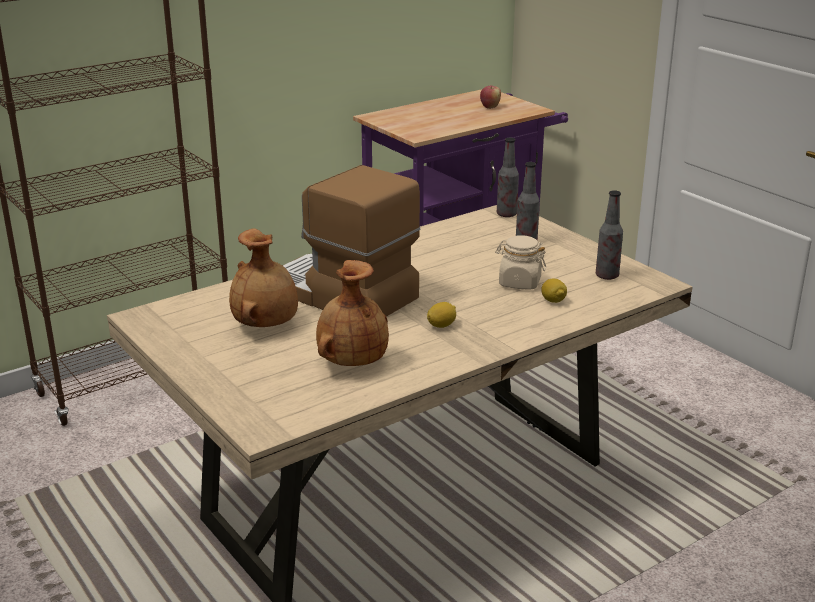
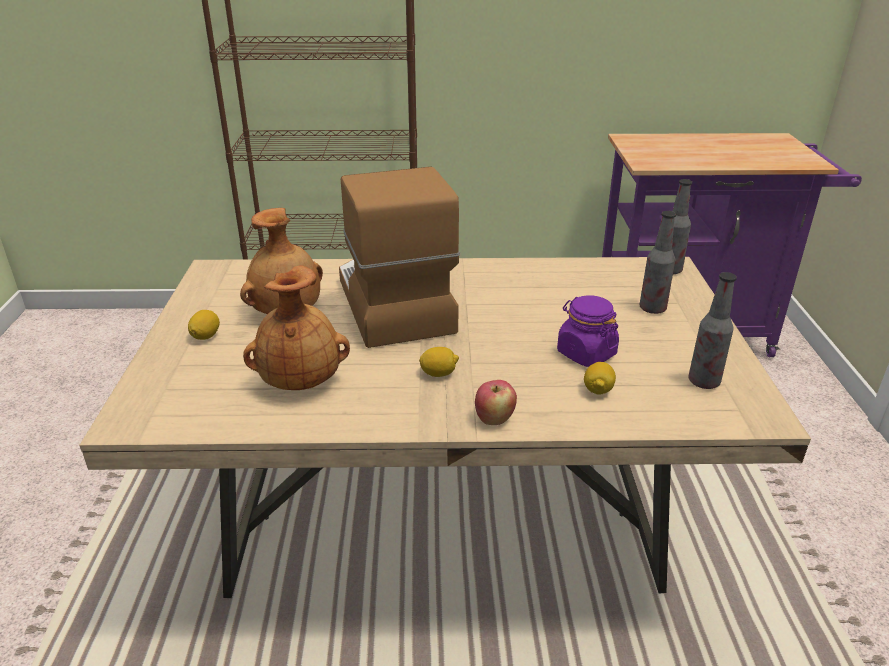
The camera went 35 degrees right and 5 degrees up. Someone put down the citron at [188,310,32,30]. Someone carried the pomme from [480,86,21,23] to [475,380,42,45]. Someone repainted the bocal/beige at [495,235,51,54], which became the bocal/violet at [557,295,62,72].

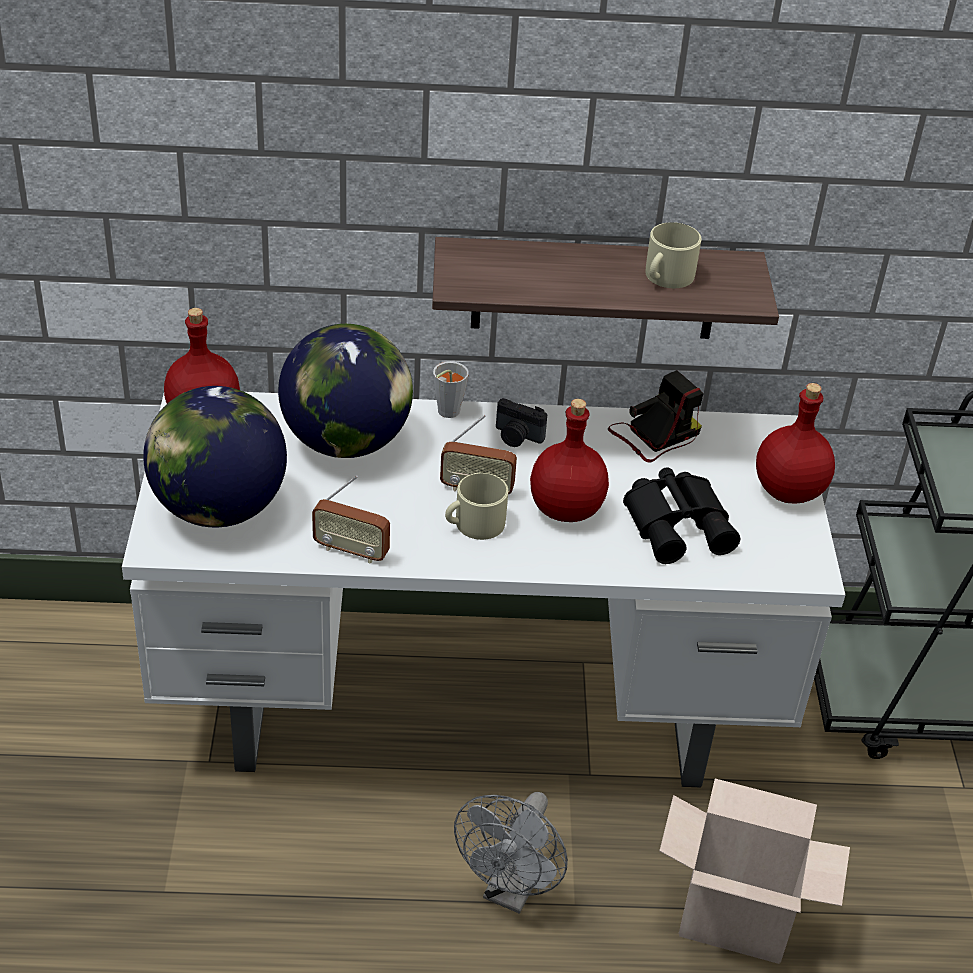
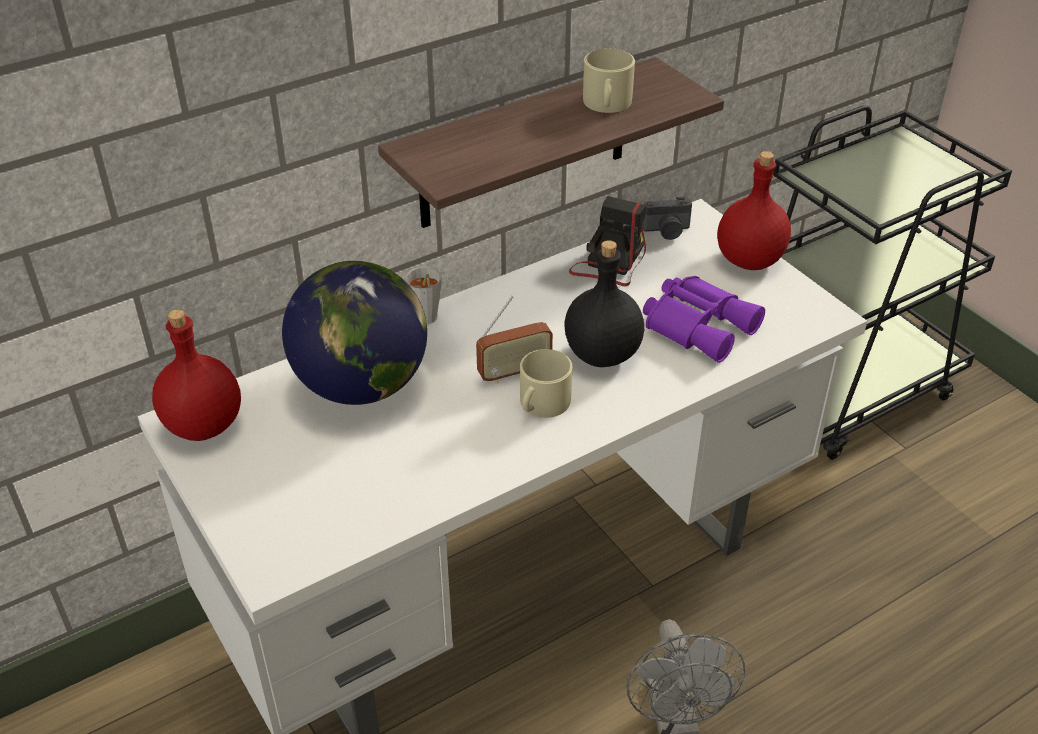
The camera went 30 degrees left and 0 degrees up. Someone repainted the bouteille/rouge at [530,399,79,123], which became the bouteille/noir at [564,240,80,127]. Someone carried the appareil photo from [496,398,51,49] to [642,197,50,43]. Someone repainted the jumelles/noir at [623,467,117,97], which became the jumelles/violet at [643,276,122,87]. Someone took away the globe at [143,386,144,142]. Someone took away the radio at [312,475,78,89]. Someone took away the carton at [659,779,191,185].

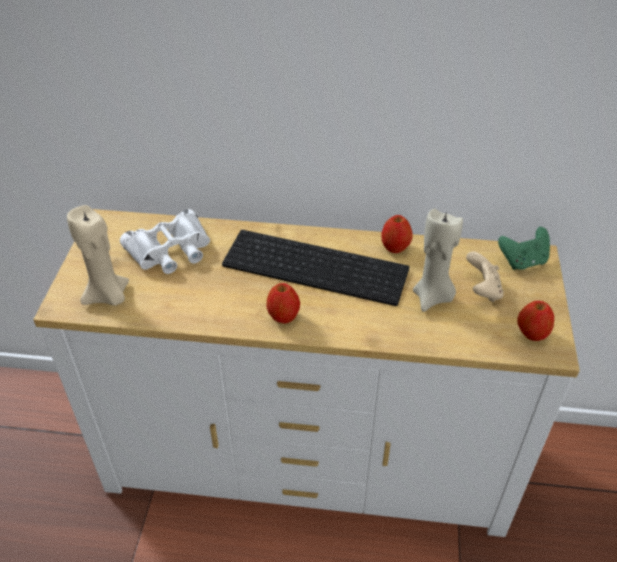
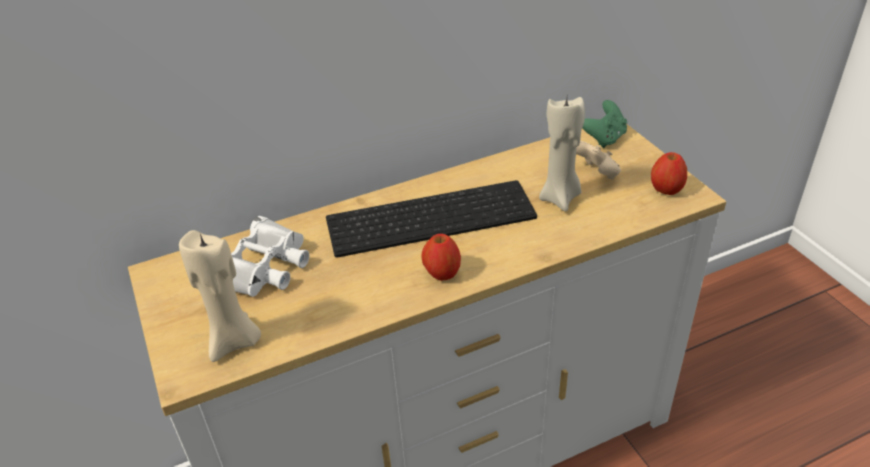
The camera went 30 degrees left and 5 degrees down. Someone took away the pomme at [382,215,30,38].

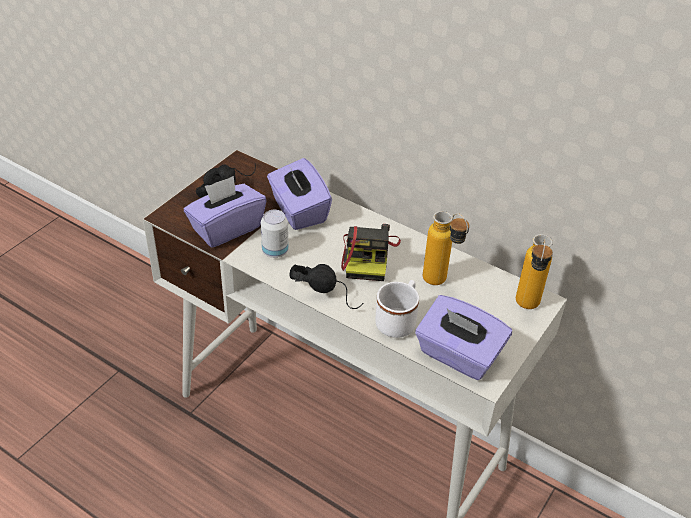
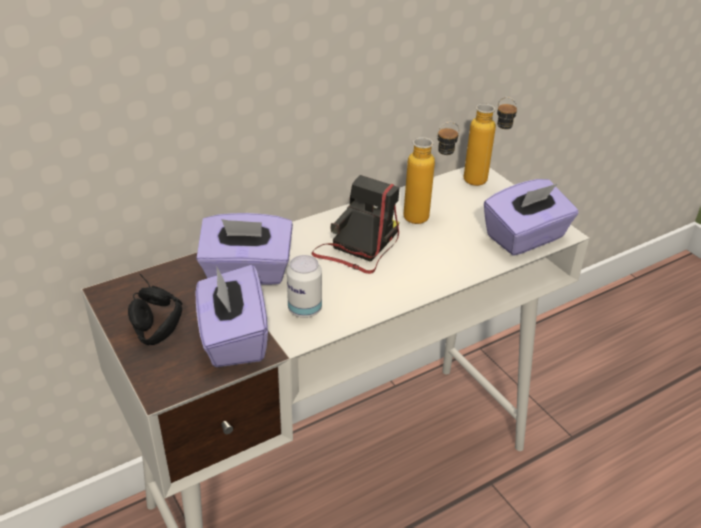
The camera went 65 degrees left and 5 degrees down. Someone rotated the appareil photo at [341,224,60,57] by 90 degrees counterclockwise. Someone took away the casque audio/noir at [290,264,73,45]. Someone took away the mug/blanc at [376,280,43,58].

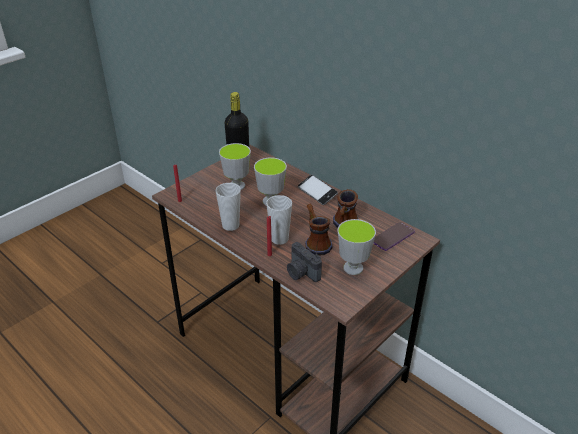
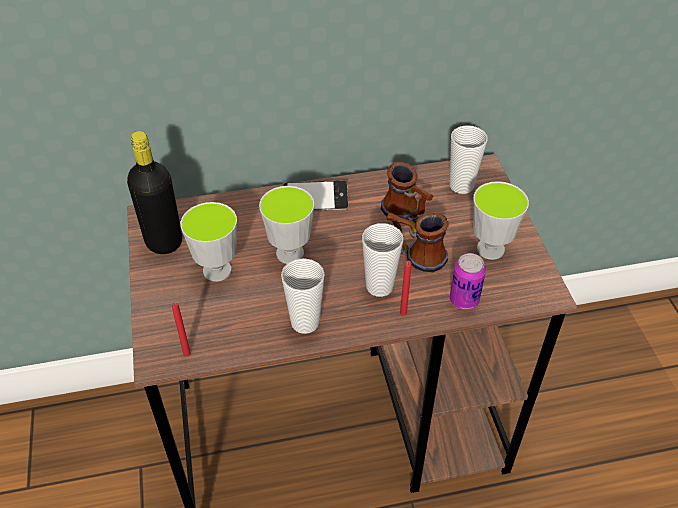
The camera went 55 degrees left and 10 degrees up. Someone swapped the téléphone at [373,222,42,29] for the tasse at [450,125,38,69]. Someone swapped the appareil photo at [287,242,35,40] for the boîte métallique at [450,253,36,57].

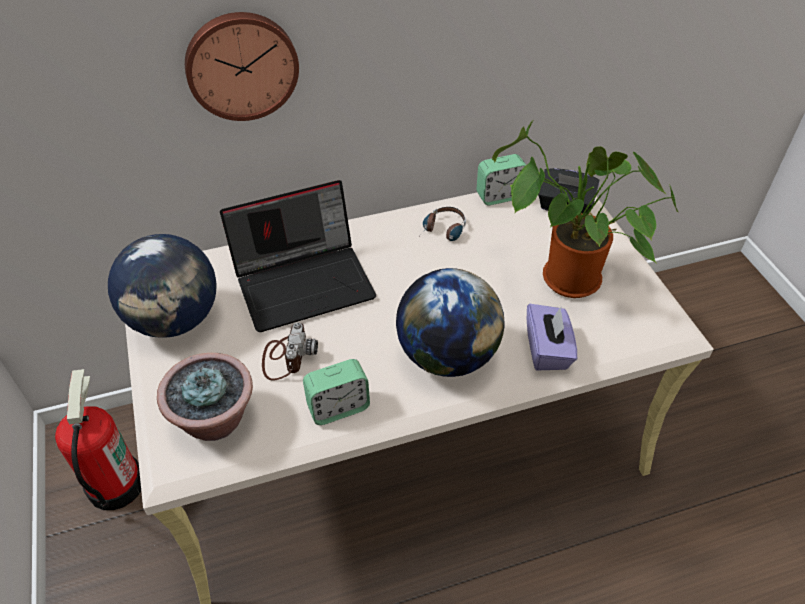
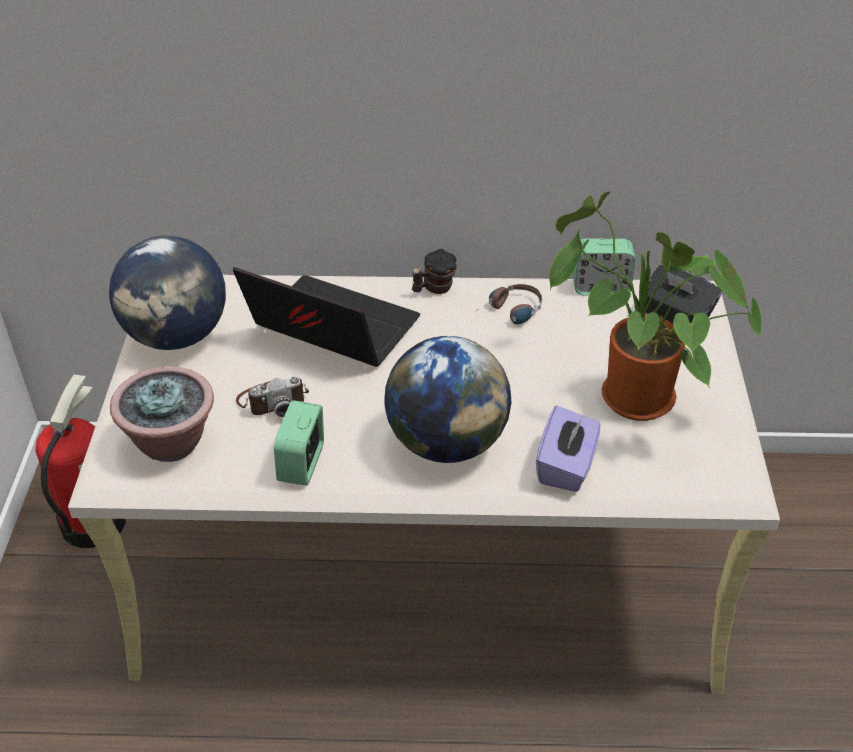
The camera went 20 degrees right and 5 degrees down. Someone rotated the ordinateur portable at [220,180,156,152] by 150 degrees counterclockwise. Someone rotated the appareil photo at [262,322,56,58] by 45 degrees clockwise. Someone rotated the réveil at [303,359,67,66] by 105 degrees clockwise. Someone put down the mug at [412,249,45,45]. Someone took away the horloge murale at [185,12,114,109].

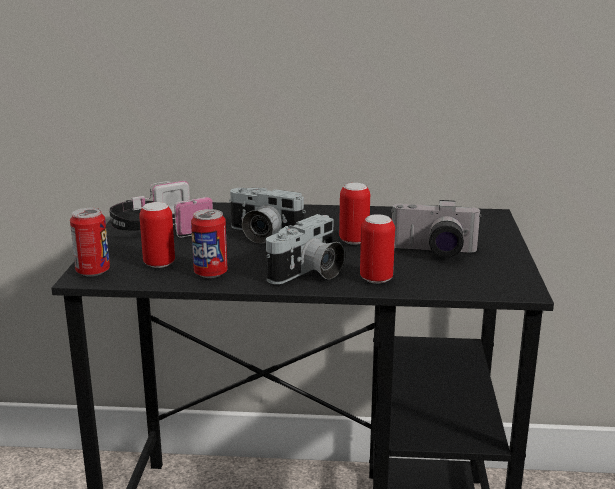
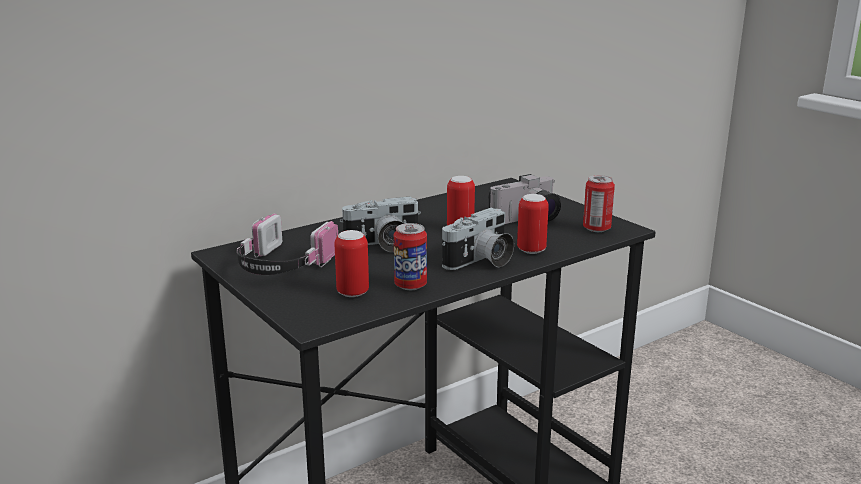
The camera went 40 degrees left and 0 degrees up. Someone rotated the appareil photo at [266,214,79,70] by 45 degrees clockwise. Someone carried the boîte métallique from [70,208,40,68] to [583,175,32,57].

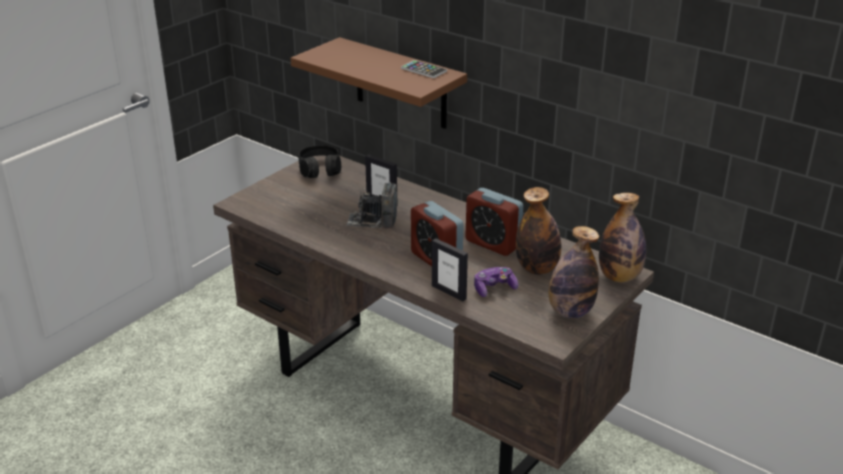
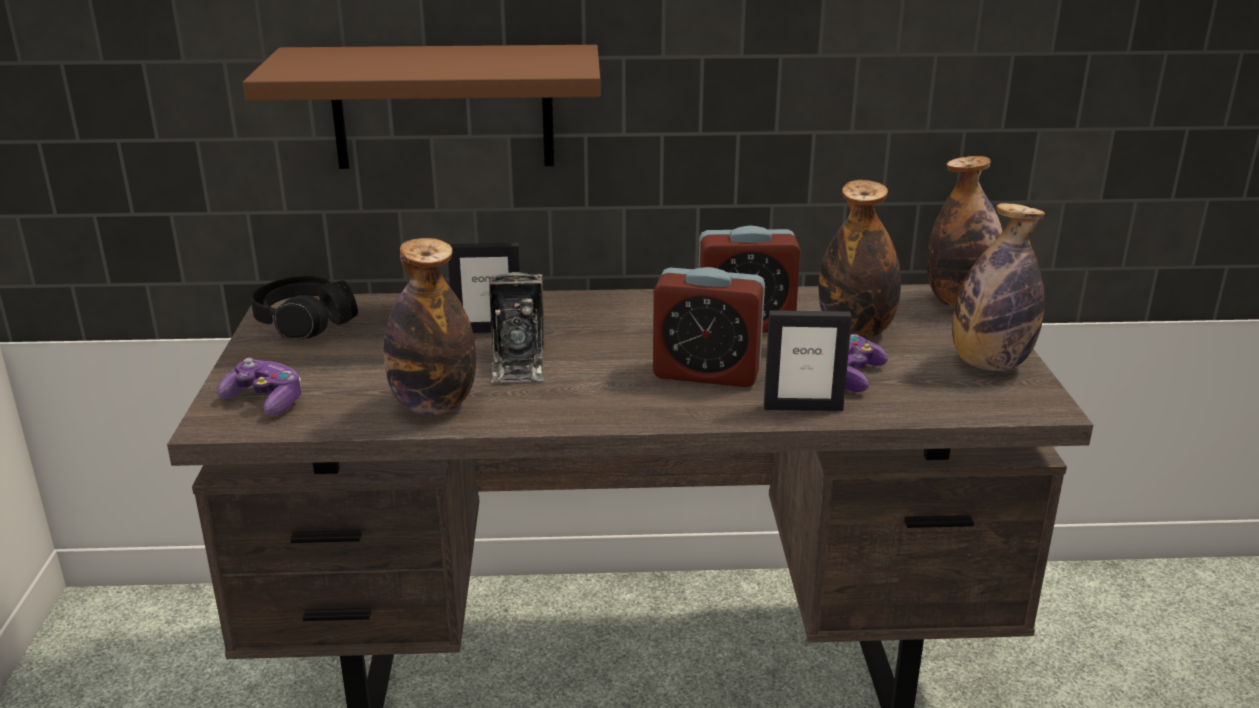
The camera went 40 degrees left and 5 degrees down. Someone put down the manette at [217,358,84,58]. Someone put down the bouteille at [383,238,93,177]. Someone rotated the appareil photo at [347,182,50,47] by 60 degrees counterclockwise. Someone took away the téléphone at [401,60,46,18].

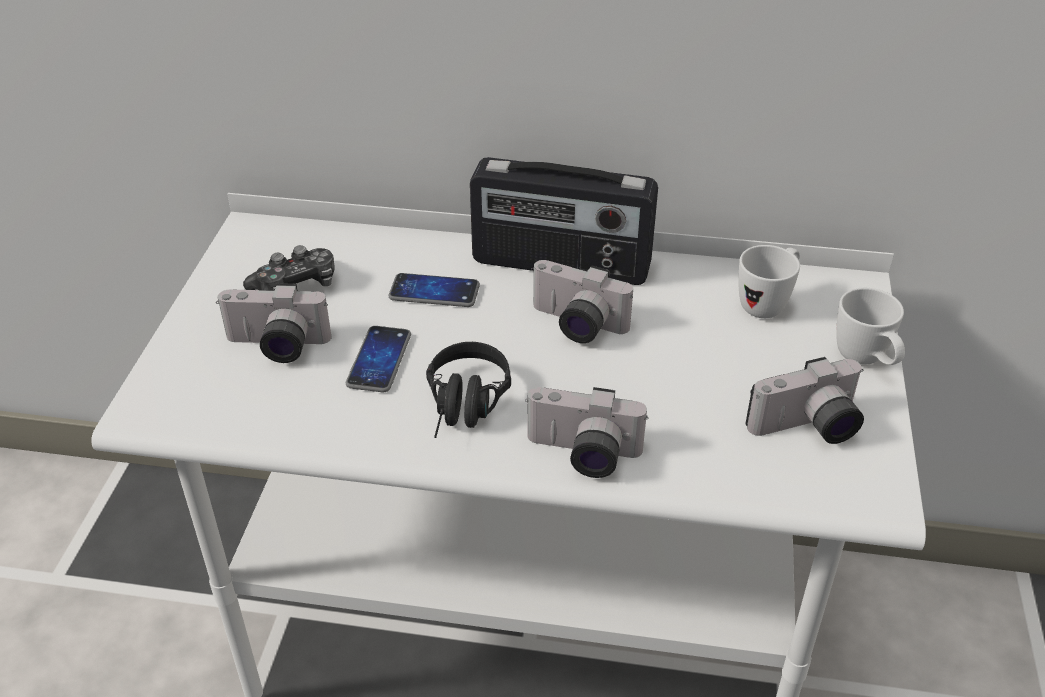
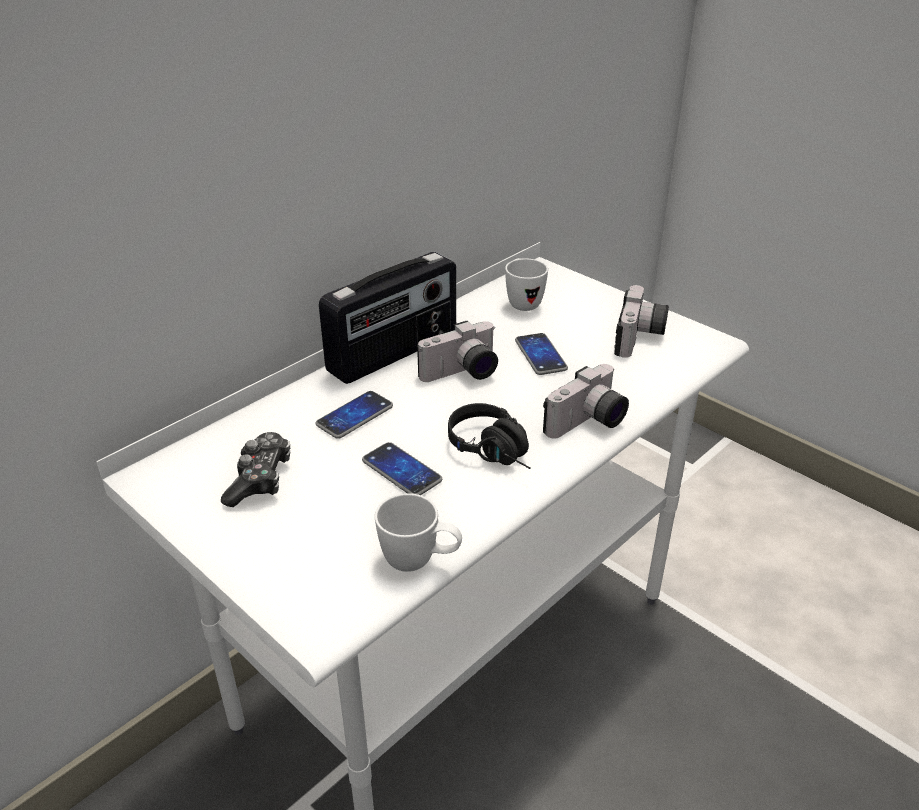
The camera went 55 degrees left and 5 degrees down. Someone carried the mug/blanc from [836,288,69,77] to [375,493,87,79]. Someone put down the téléphone at [515,333,53,42]. Someone took away the appareil photo at [216,283,115,80].

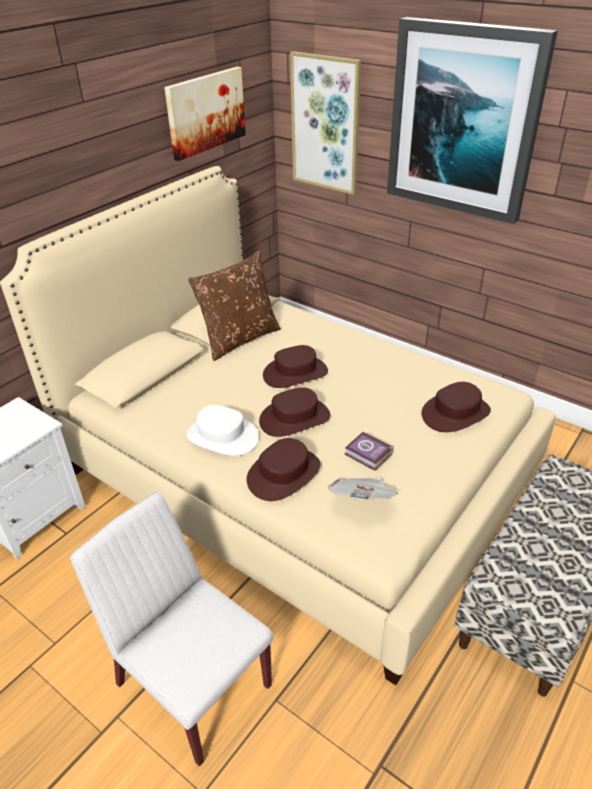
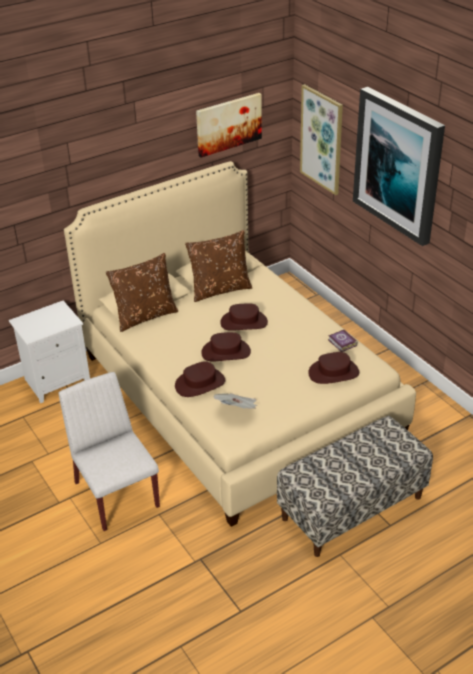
The camera went 20 degrees right and 0 degrees up. Someone put down the coussin/marron at [106,253,72,79]. Someone carried the livre from [344,431,49,40] to [328,329,29,23]. Someone took away the chapeau/blanc at [186,405,73,51].

